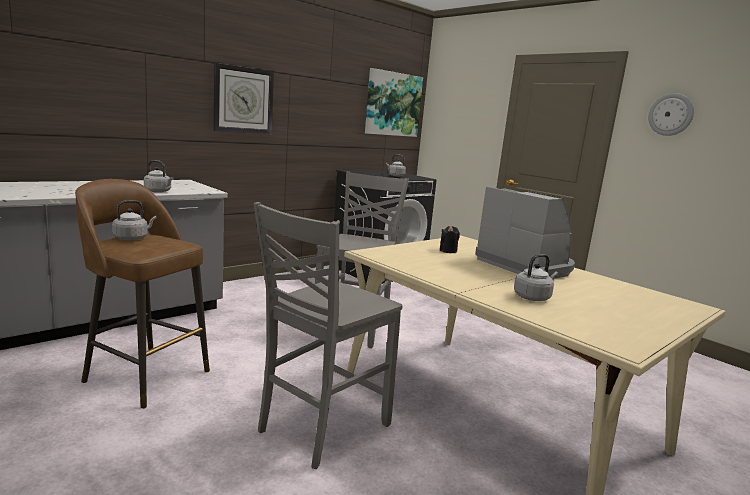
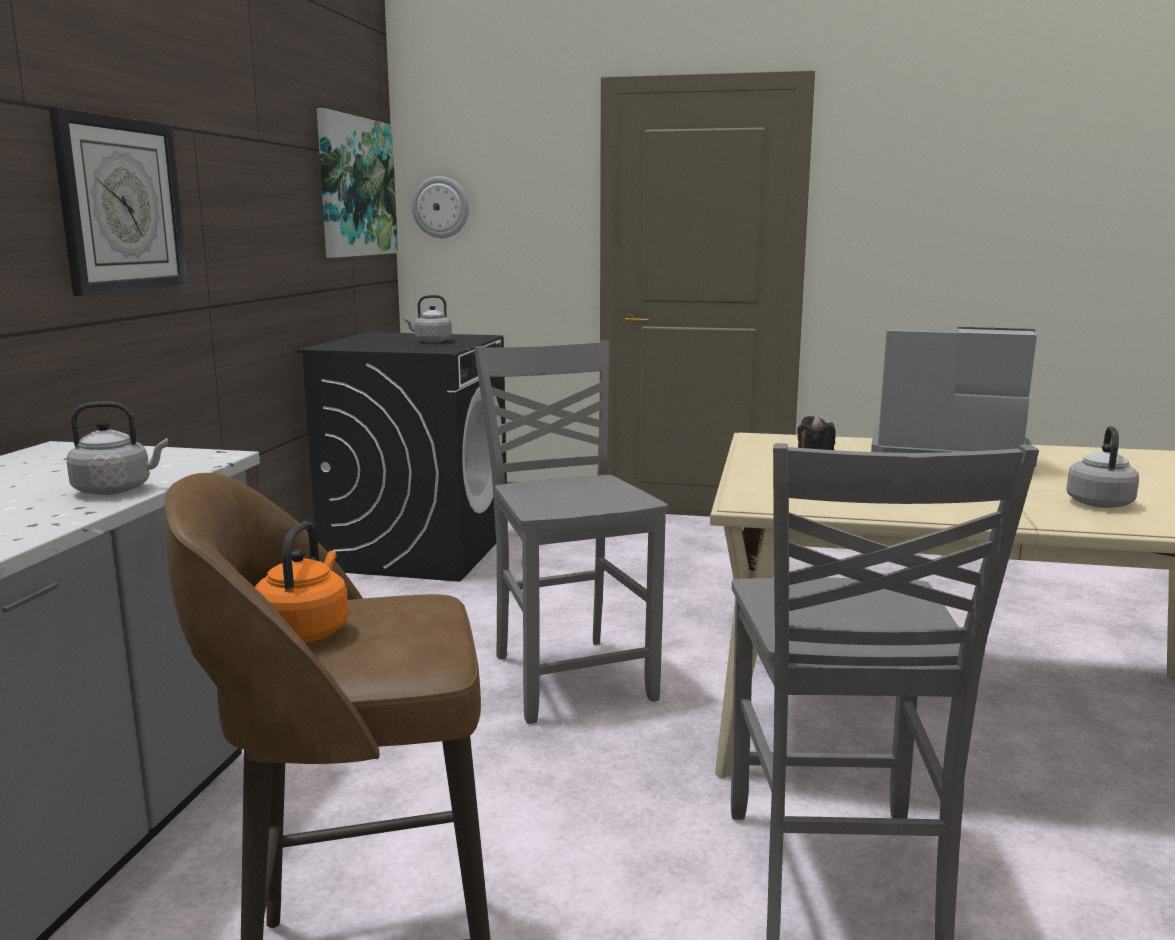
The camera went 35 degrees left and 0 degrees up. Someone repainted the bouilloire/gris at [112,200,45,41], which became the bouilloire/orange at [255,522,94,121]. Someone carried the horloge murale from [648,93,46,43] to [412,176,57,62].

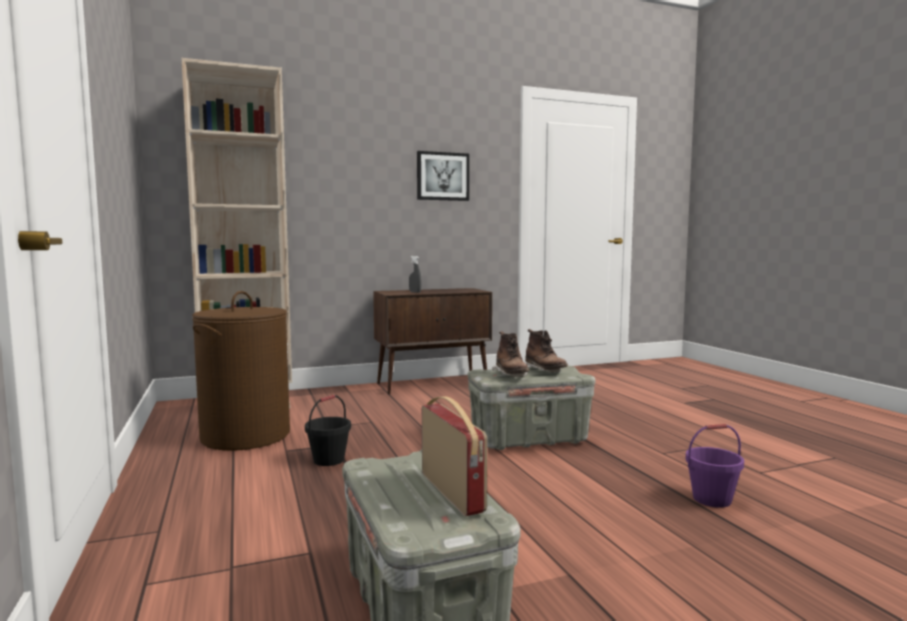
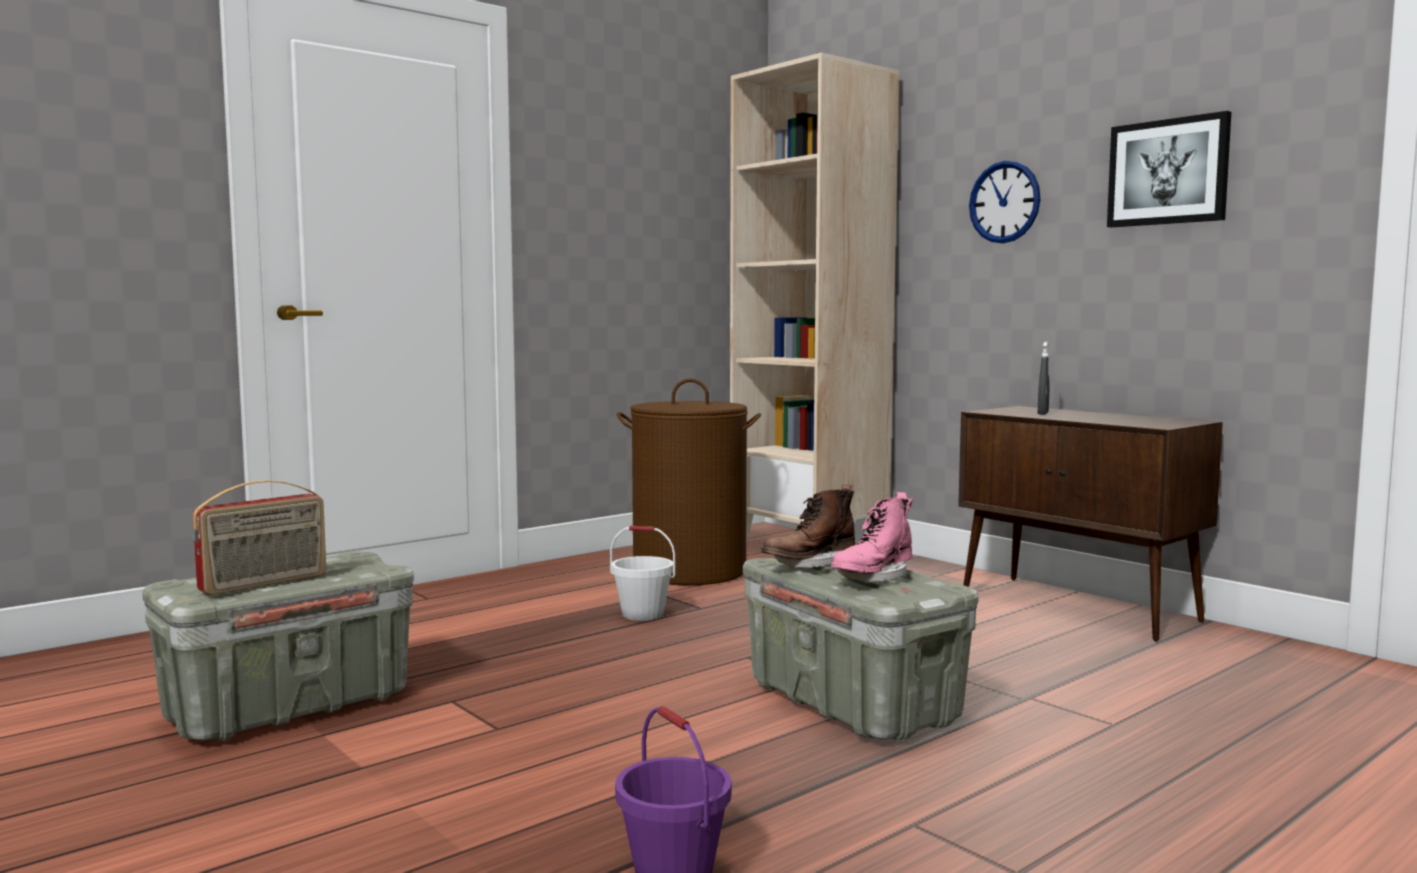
The camera went 70 degrees right and 0 degrees up. Someone repainted the seau/noir at [305,395,46,71], which became the seau/blanc at [610,526,65,95]. Someone repainted the botte/marron at [525,329,43,44], which became the botte/rose at [831,492,82,91]. Someone put up the horloge murale at [969,161,72,82].

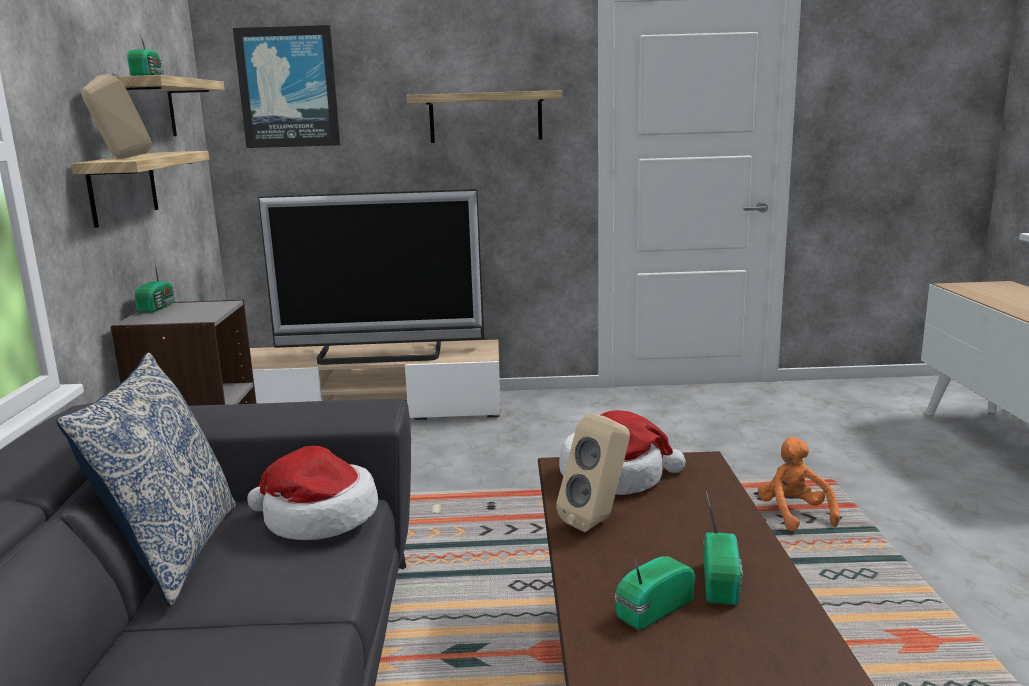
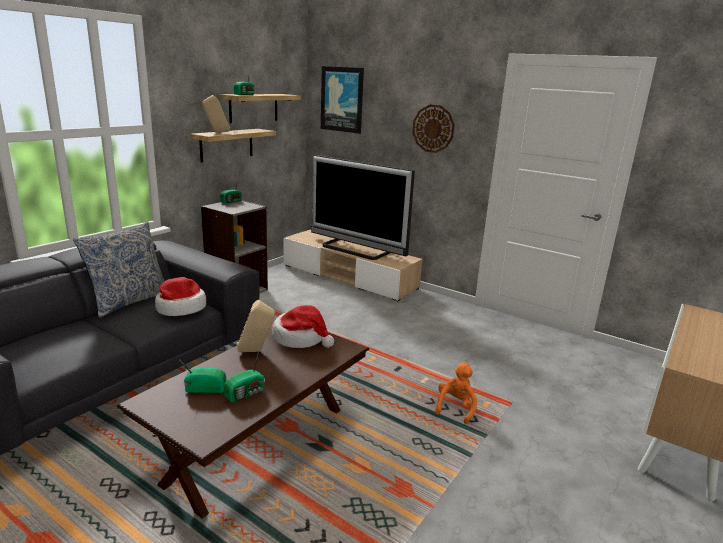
The camera went 35 degrees right and 5 degrees up. Someone swapped the étagère at [407,90,155,53] for the horloge murale at [412,104,43,49].

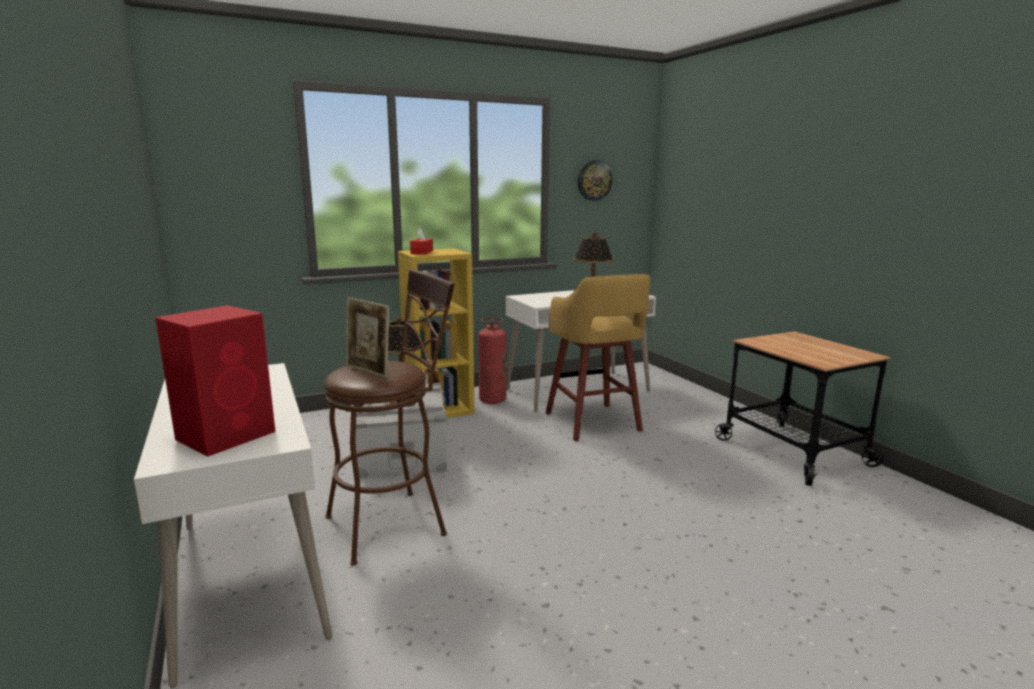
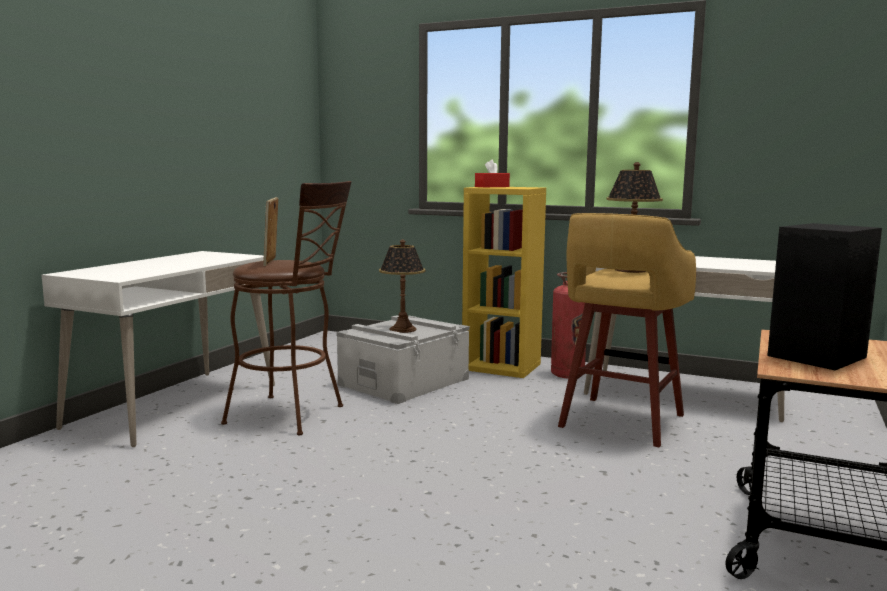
The camera went 50 degrees right and 5 degrees down. Someone put down the enceinte/noir at [767,223,115,147]. Someone took away the enceinte/rouge at [155,305,121,152]. Someone took away the horloge murale at [577,160,36,41].

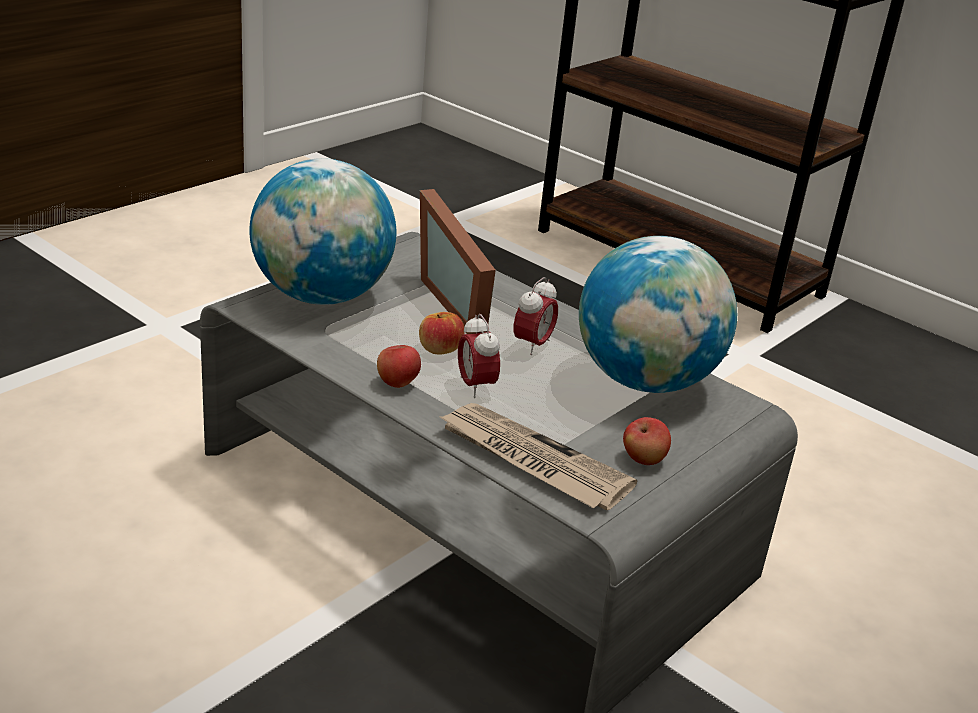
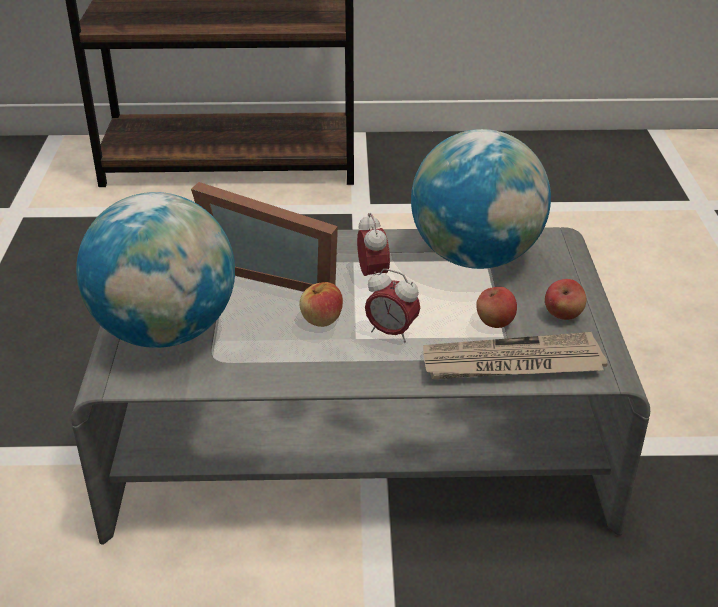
The camera went 40 degrees left and 5 degrees up. Someone carried the pomme from [377,345,44,43] to [476,287,41,41].

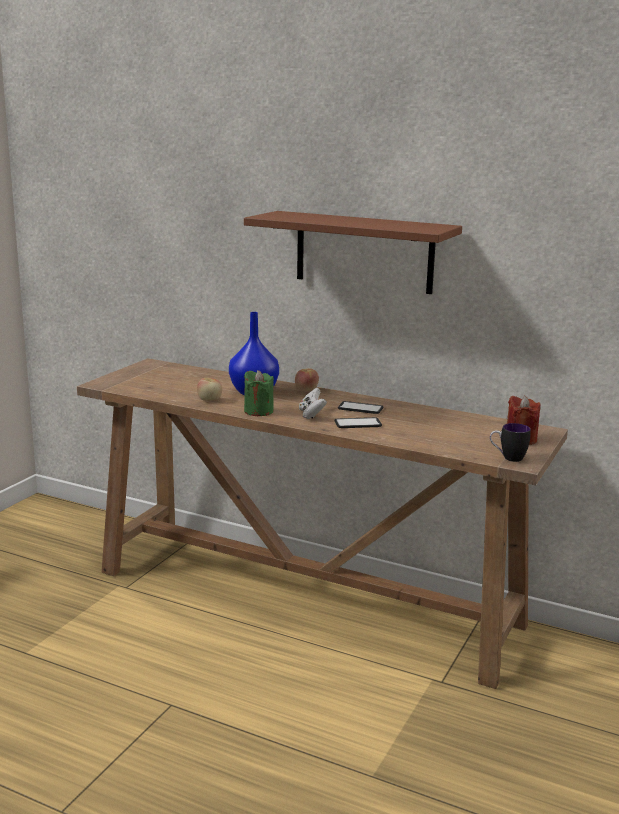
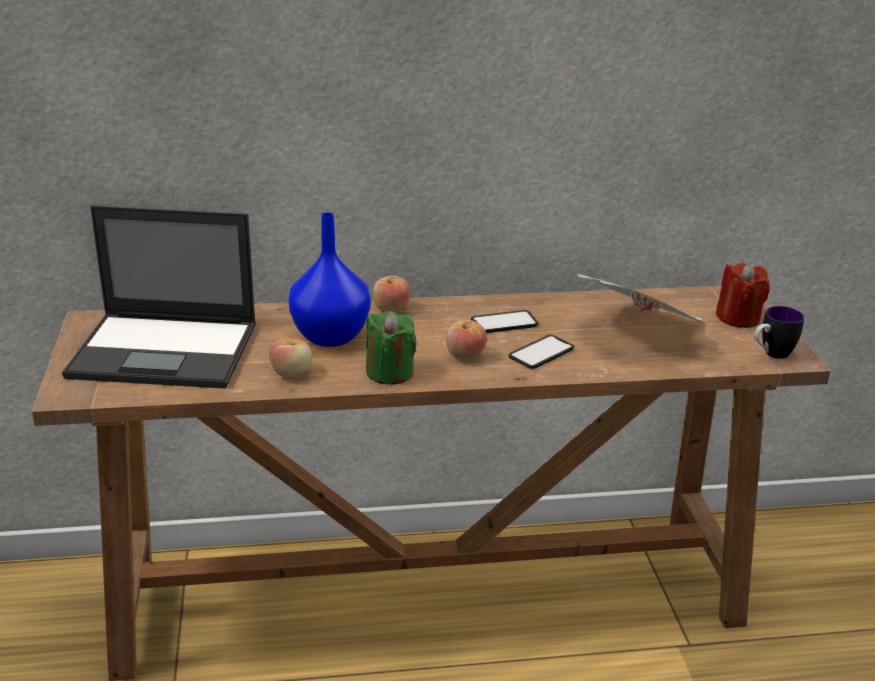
The camera went 35 degrees left and 10 degrees up. Someone put down the ordinateur portable at [62,206,194,183]. Someone swapped the manette/blanc at [299,388,28,31] for the pomme at [446,320,41,40]. Someone put down the journal at [577,274,130,51]. Someone took away the étagère/marron at [244,211,218,83].

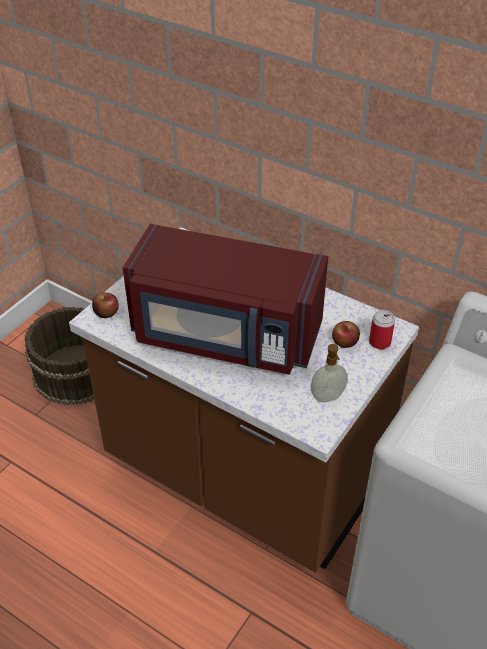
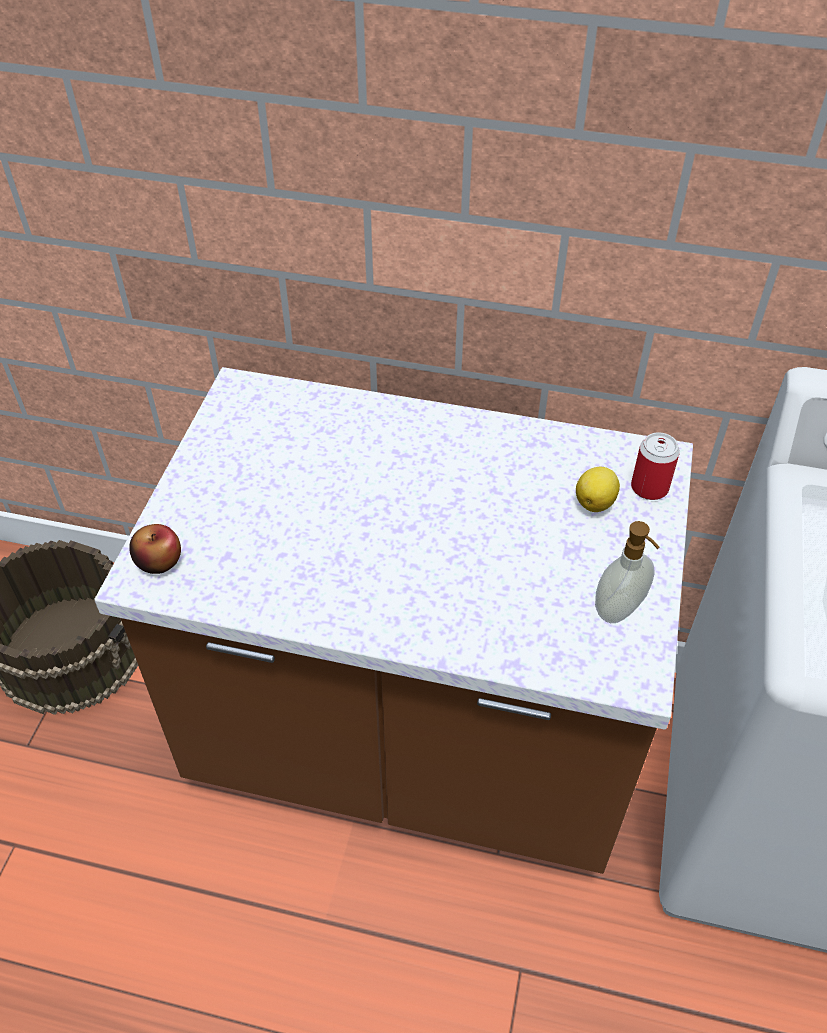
The camera went 20 degrees left and 5 degrees up. Someone swapped the pomme at [332,321,28,27] for the citron at [576,467,44,45]. Someone took away the micro-ondes/rouge at [123,224,205,151].

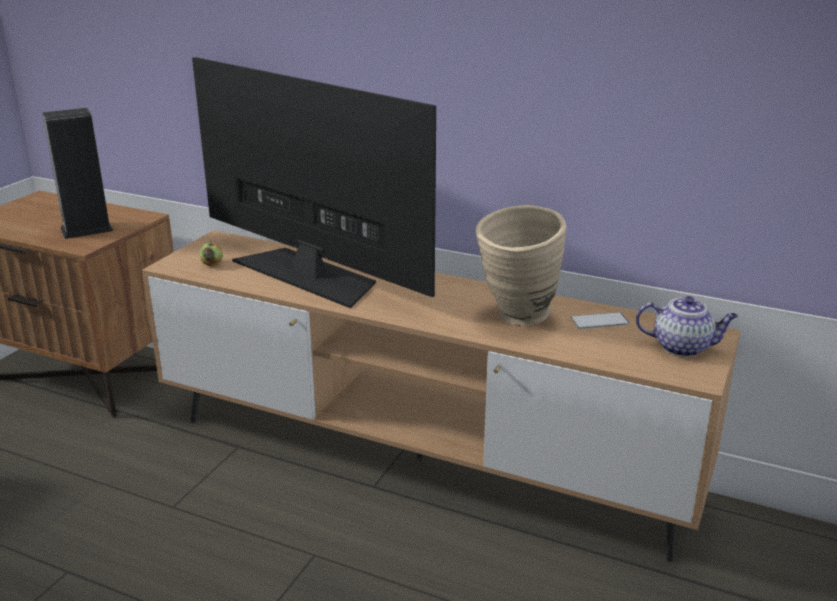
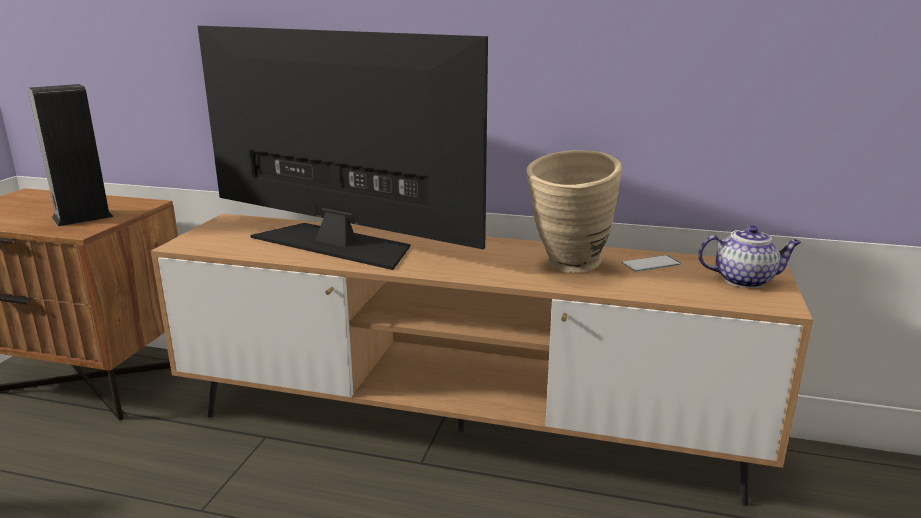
The camera went 10 degrees left and 5 degrees down. Someone took away the pomme at [200,240,23,26].

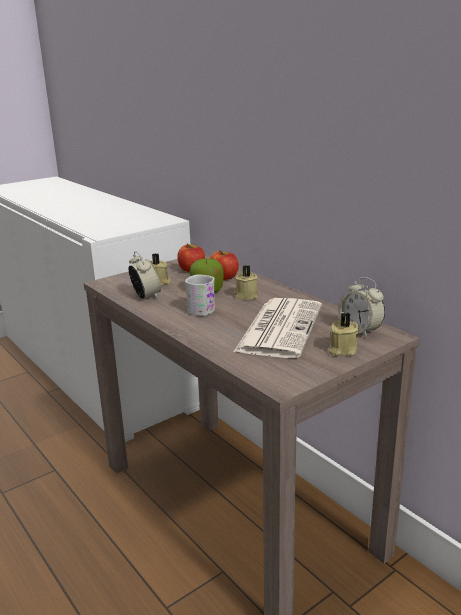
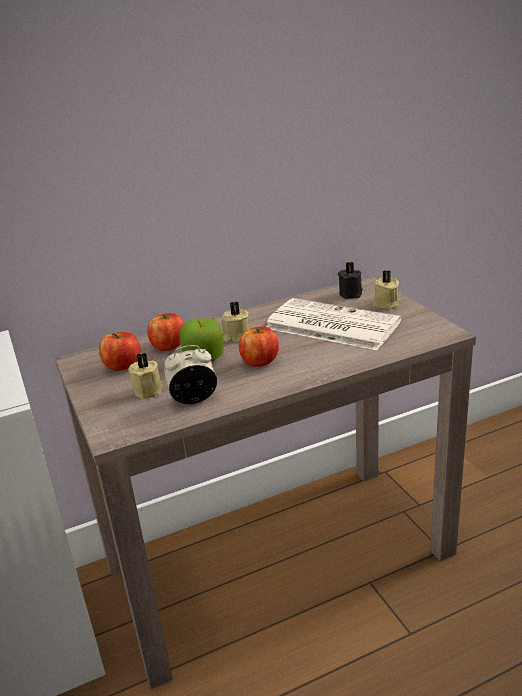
The camera went 75 degrees left and 5 degrees up. Someone swapped the mug/blanc at [185,275,30,41] for the pomme at [239,326,40,41]. Someone swapped the réveil at [338,277,47,61] for the bougie/noir at [338,262,25,37].

